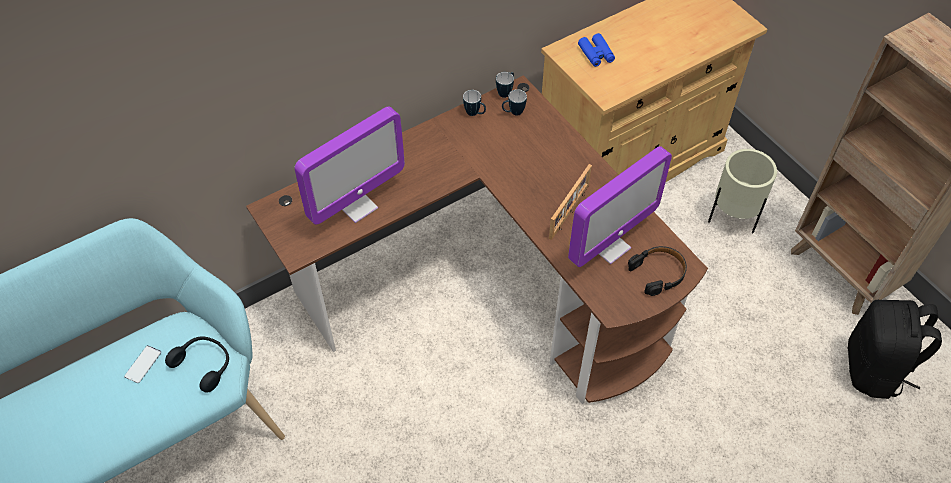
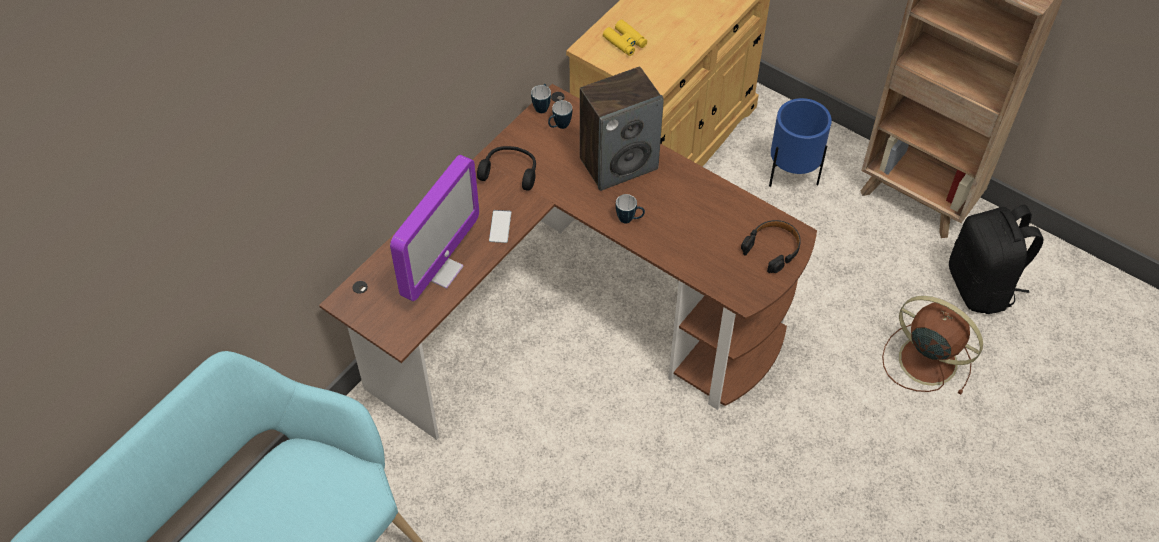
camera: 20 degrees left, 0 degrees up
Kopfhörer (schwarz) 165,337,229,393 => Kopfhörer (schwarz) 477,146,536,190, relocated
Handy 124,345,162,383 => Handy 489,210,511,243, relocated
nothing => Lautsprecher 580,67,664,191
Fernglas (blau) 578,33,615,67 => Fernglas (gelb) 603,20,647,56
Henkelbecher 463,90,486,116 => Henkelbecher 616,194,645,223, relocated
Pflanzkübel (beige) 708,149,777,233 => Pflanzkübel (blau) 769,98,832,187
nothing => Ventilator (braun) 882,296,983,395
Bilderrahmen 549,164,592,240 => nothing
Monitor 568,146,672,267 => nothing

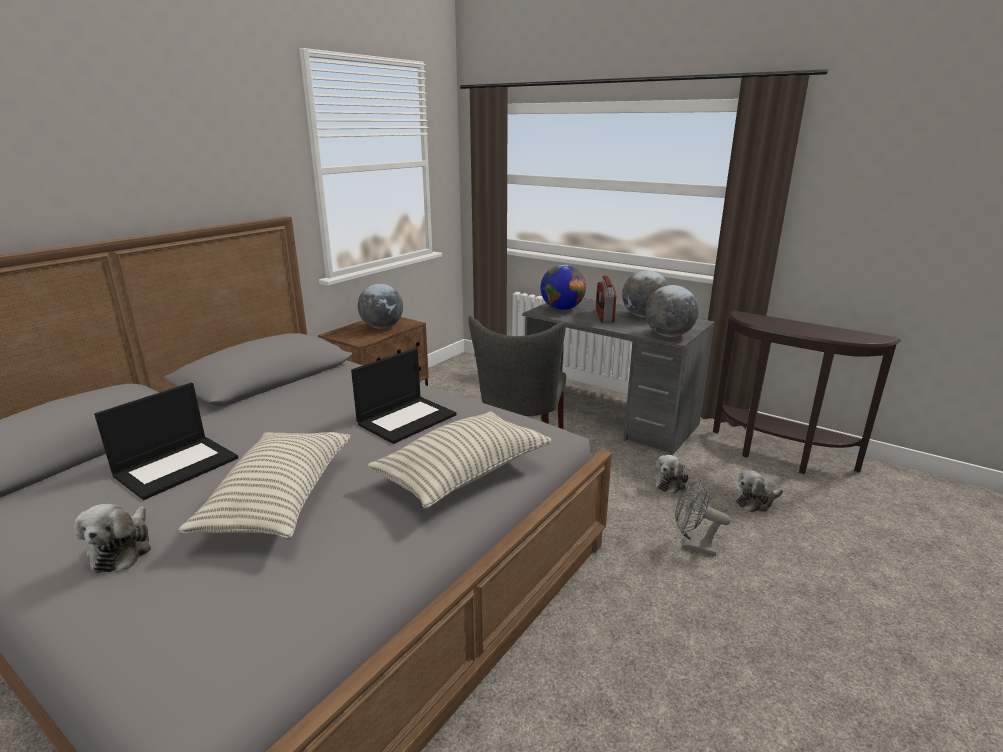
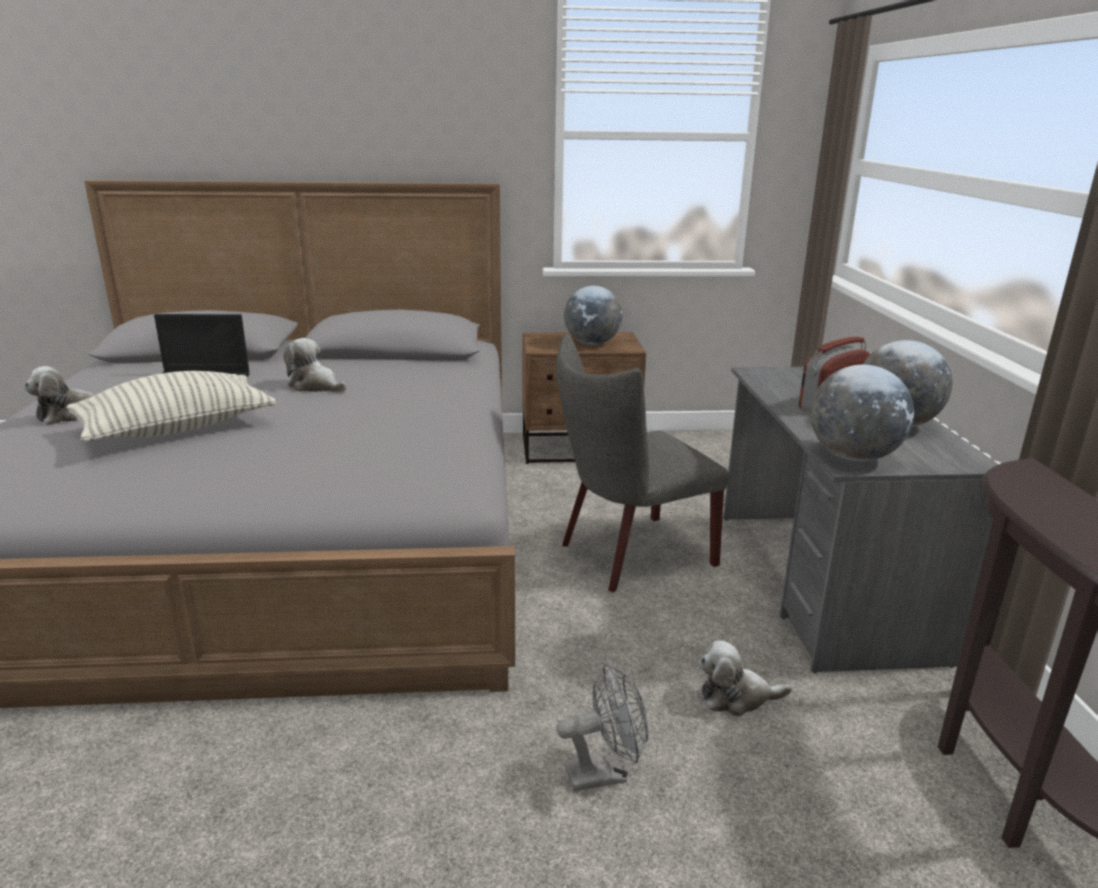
camera: 50 degrees right, 0 degrees up
Plüschtier 736,470,783,512 => Plüschtier 283,338,347,392, relocated
Ventilator (grau) 675,480,731,556 => Ventilator (grau) 557,663,648,791, 90 degrees clockwise
Laptop 351,348,457,444 => nothing
Kissen 368,411,551,509 => nothing
Globus 541,265,586,310 => nothing

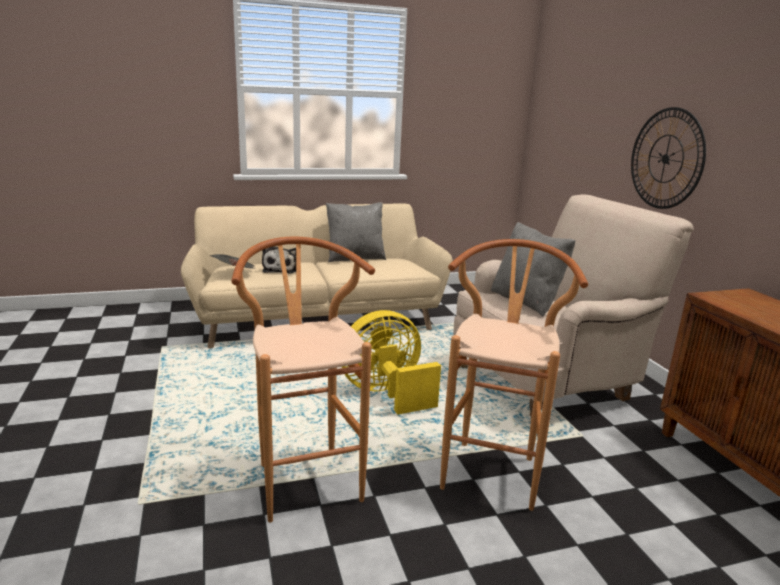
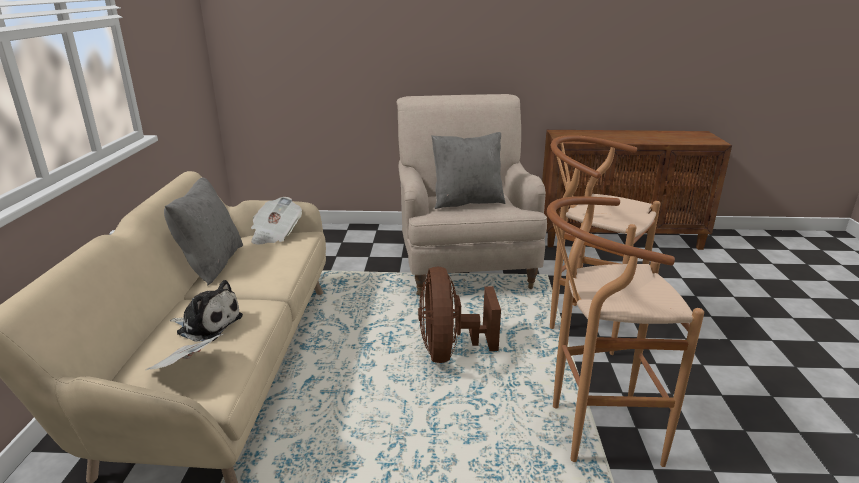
camera: 70 degrees left, 5 degrees up
nothing => Zeitung 251,197,302,245
Ventilator (gelb) 342,310,441,415 => Ventilator (braun) 418,266,501,363
Wanduhr 631,107,706,209 => nothing

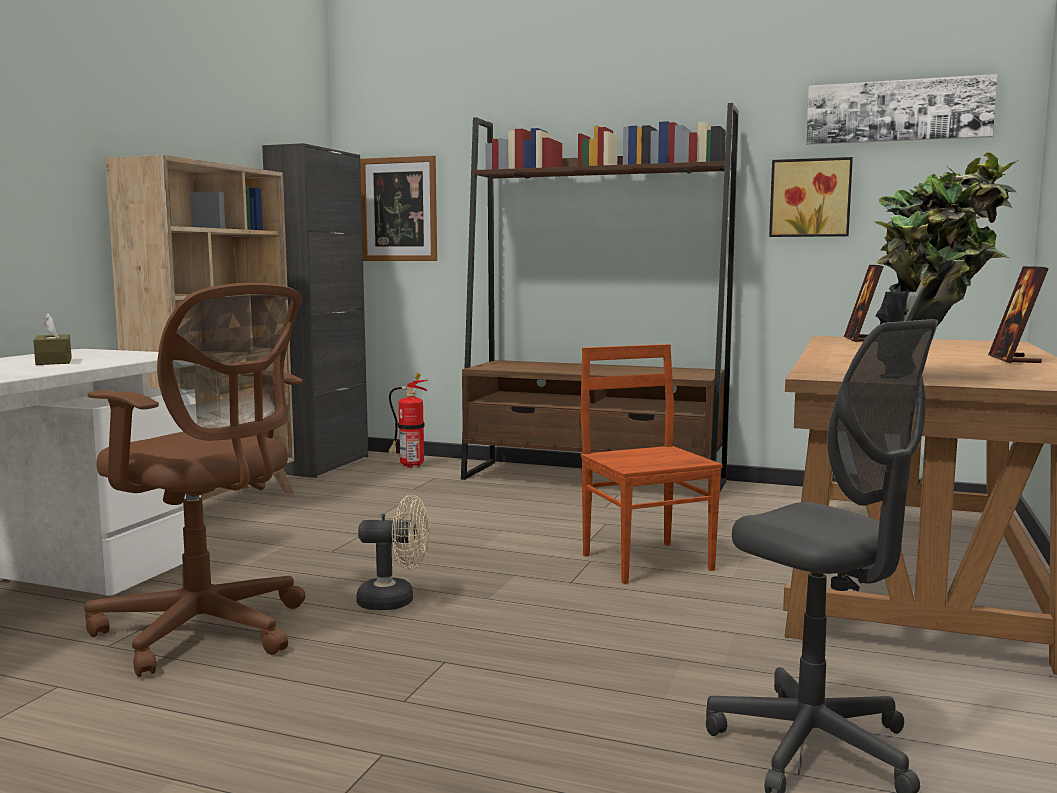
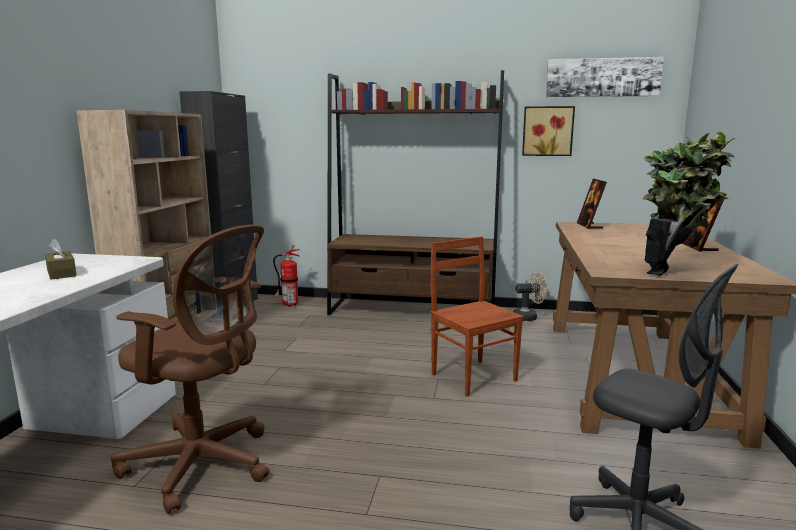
camera: 10 degrees left, 5 degrees up
Ventilator (beige) 357,495,430,610 => Ventilator (beige) 513,272,547,321, relocated
Bild 360,156,437,261 => nothing

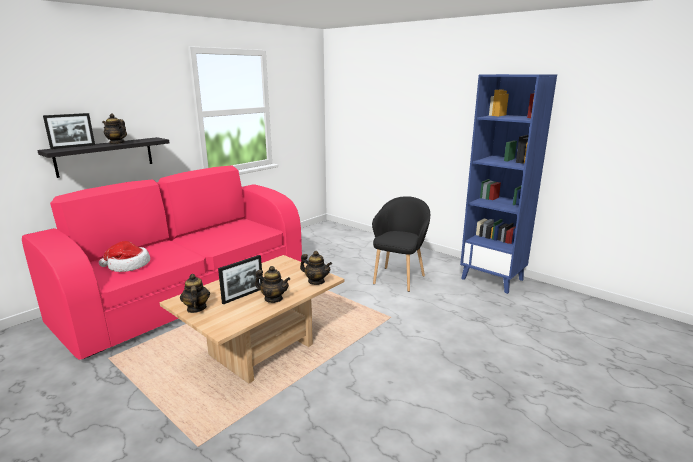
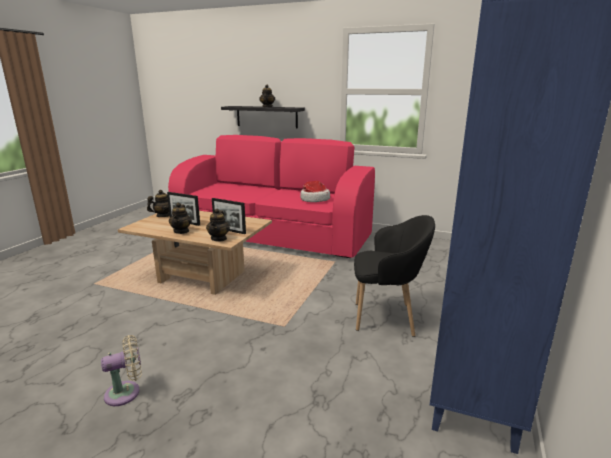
camera: 70 degrees right, 0 degrees up
nothing => Ventilator (beige) 101,335,142,406
Bilderrahmen 43,113,95,149 => Bilderrahmen 212,198,246,234, relocated
Hut 99,241,150,272 => Hut 300,181,330,202, relocated

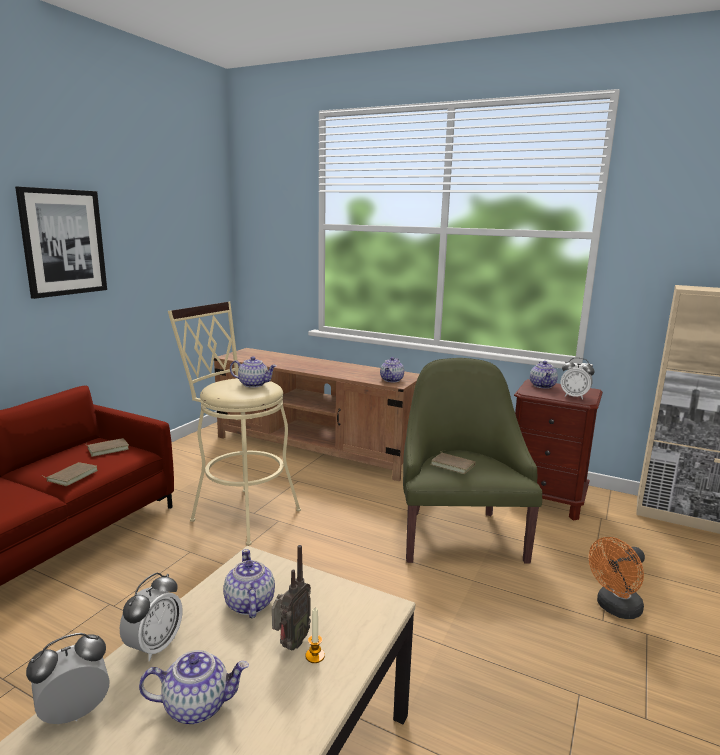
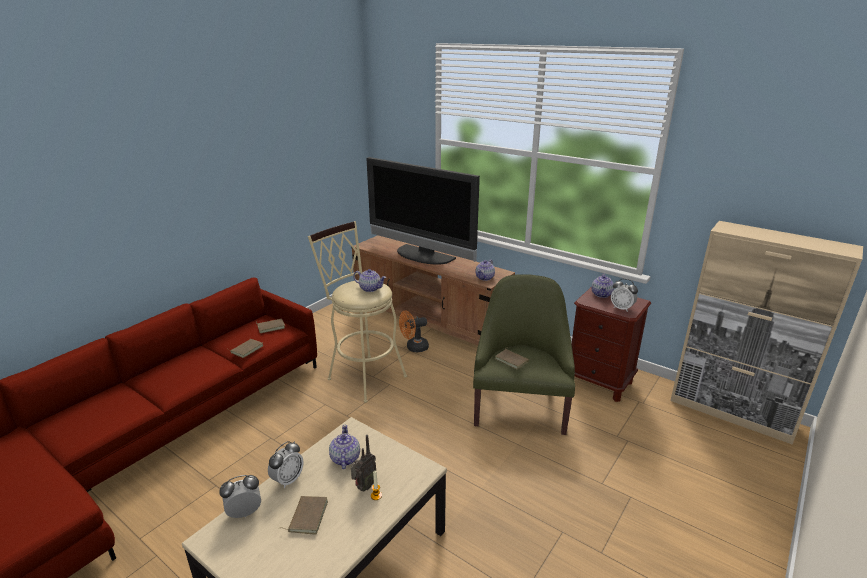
camera: 10 degrees right, 10 degrees up
Teekanne 139,650,249,724 => Buch (braun) 280,496,328,535
nothing => Fernseher 366,157,480,265
Ventilator (orange) 589,537,645,619 => Ventilator (orange) 399,311,429,353, relocated
Bild 15,187,107,299 => nothing

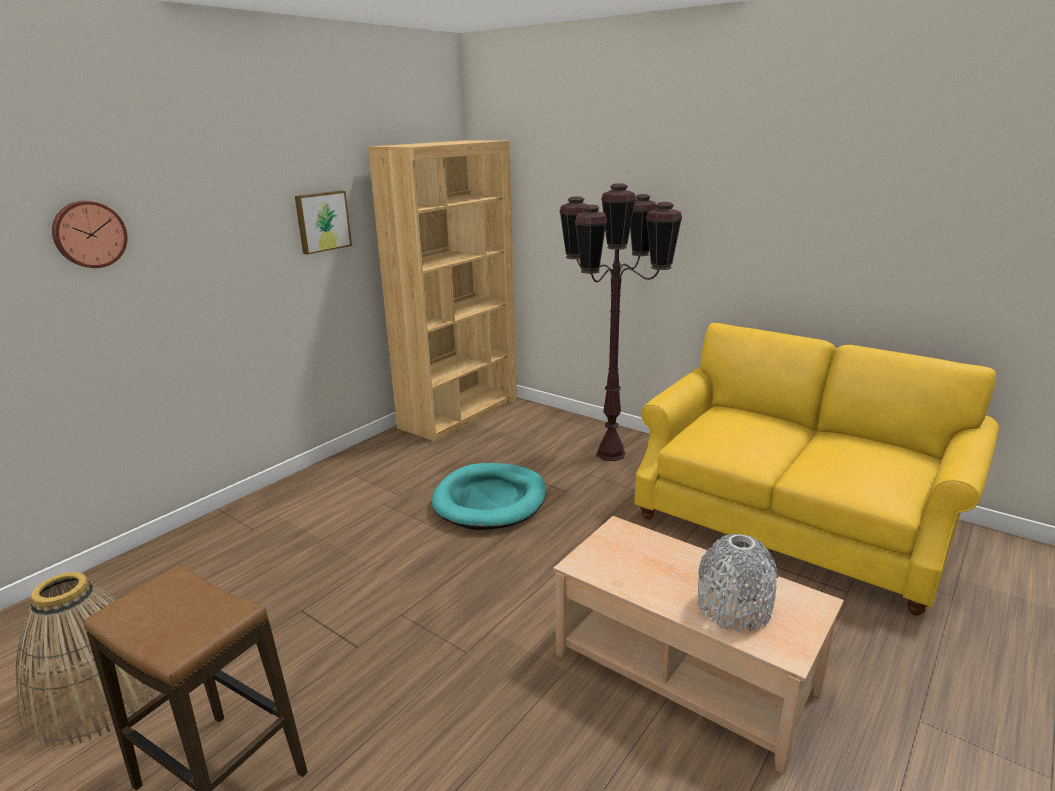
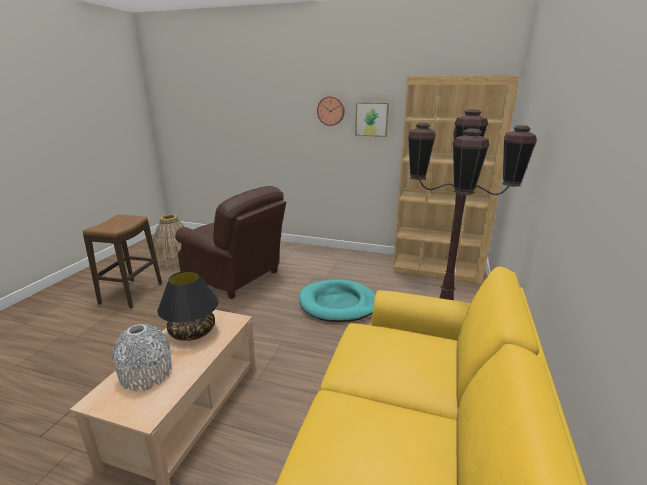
camera: 70 degrees right, 0 degrees up
nothing => Tischlampe (schwarz) 157,271,219,341
nothing => Sessel (braun) 175,186,286,299
Wanduhr 52,201,127,268 => Wanduhr 317,96,345,126, relocated

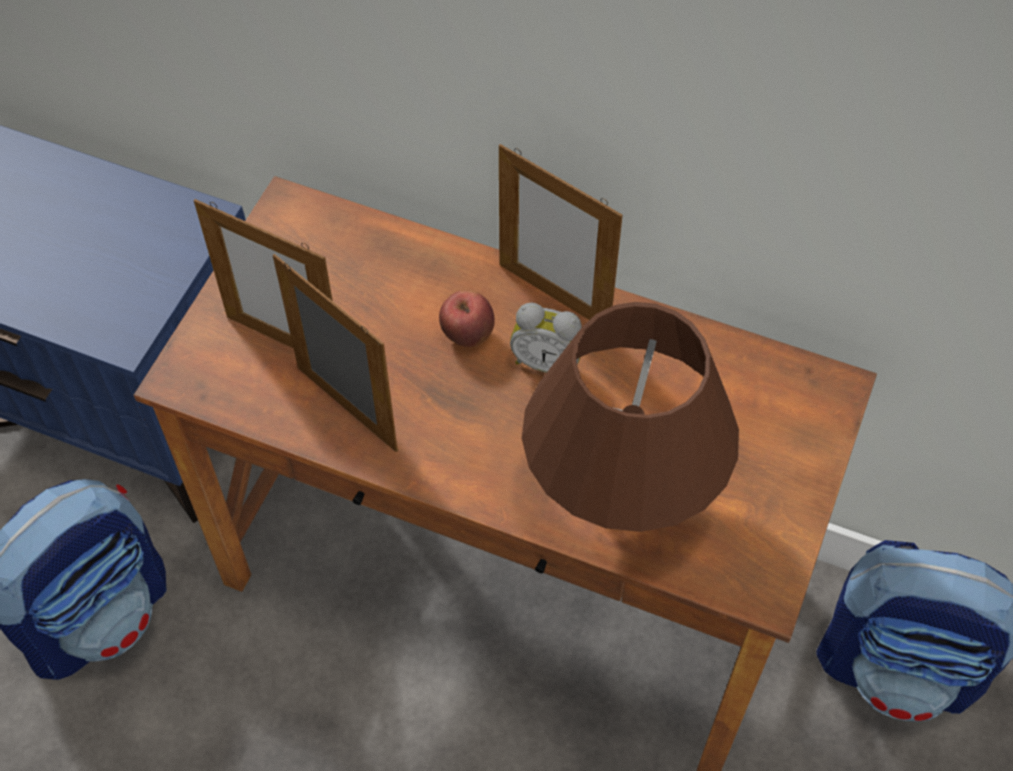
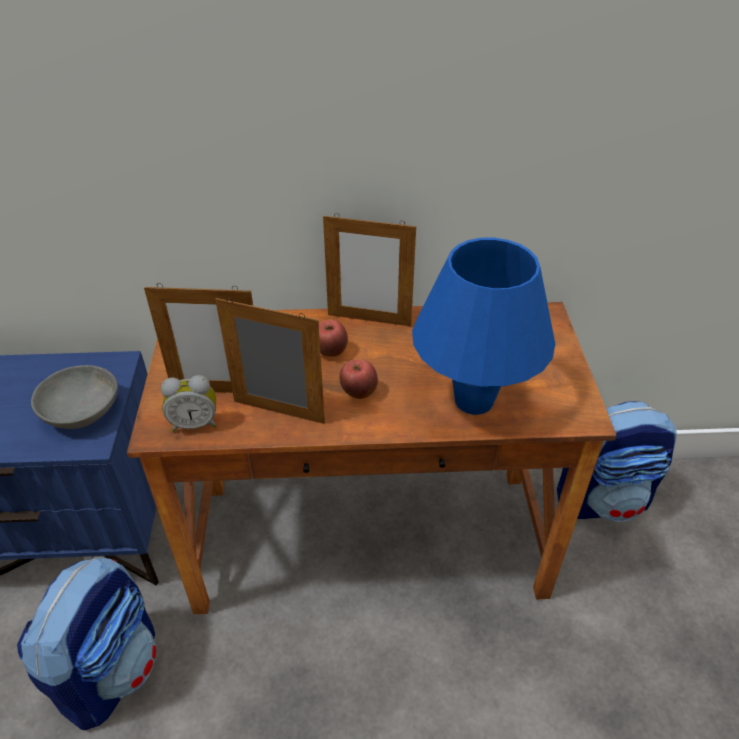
camera: 25 degrees left, 15 degrees down
nothing => Schüssel (grau) 31,365,118,429
Wecker 510,302,582,373 => Wecker 161,375,217,432, relocated
nothing => Apfel 339,359,378,399
Tischlampe (braun) 522,302,739,532 => Tischlampe (blau) 412,238,555,415

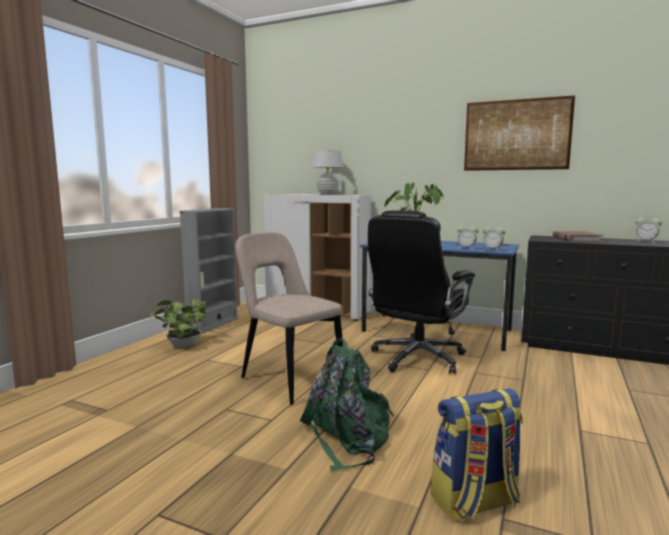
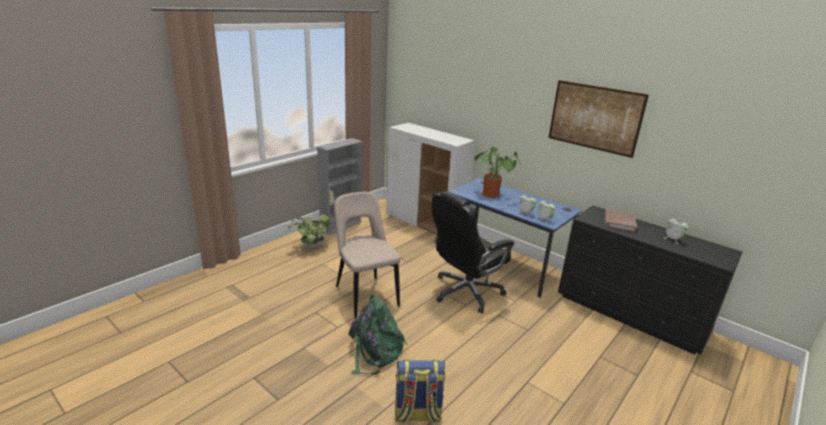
camera: 15 degrees right, 15 degrees up
Tischlampe (weiß) 312,150,344,194 => nothing

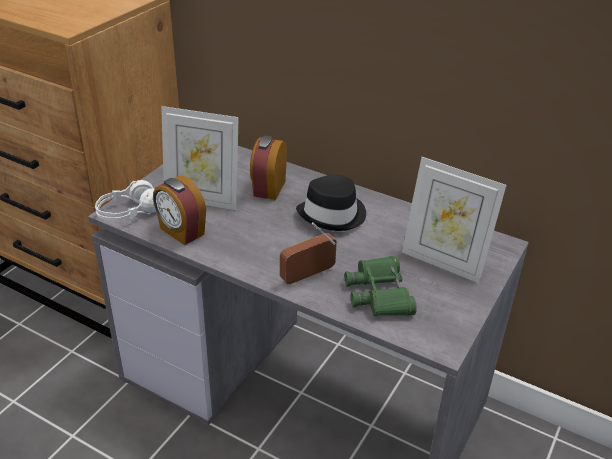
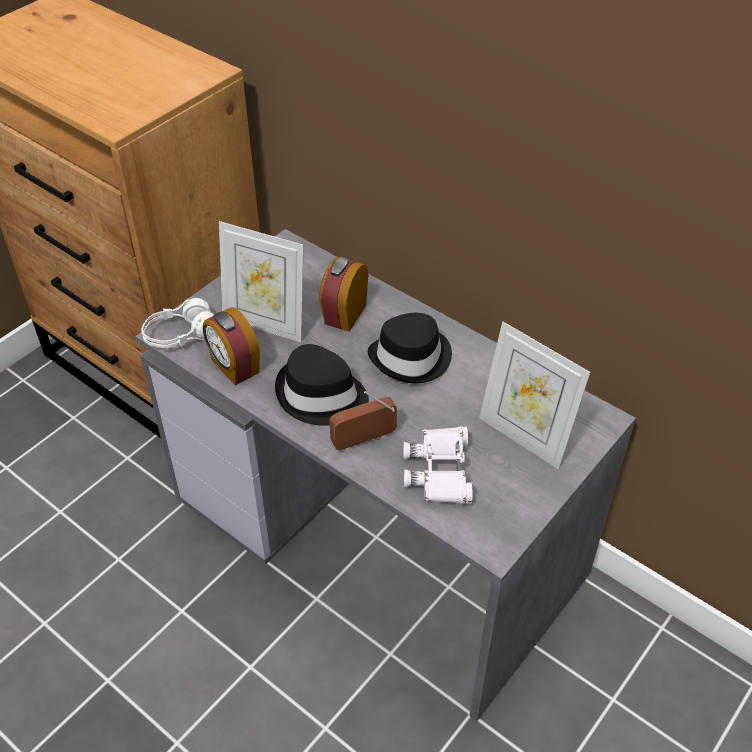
camera: 10 degrees right, 10 degrees up
nothing => Hut (schwarz) 275,344,369,426
Fernglas (grün) 345,256,417,316 => Fernglas (weiß) 404,426,473,504

